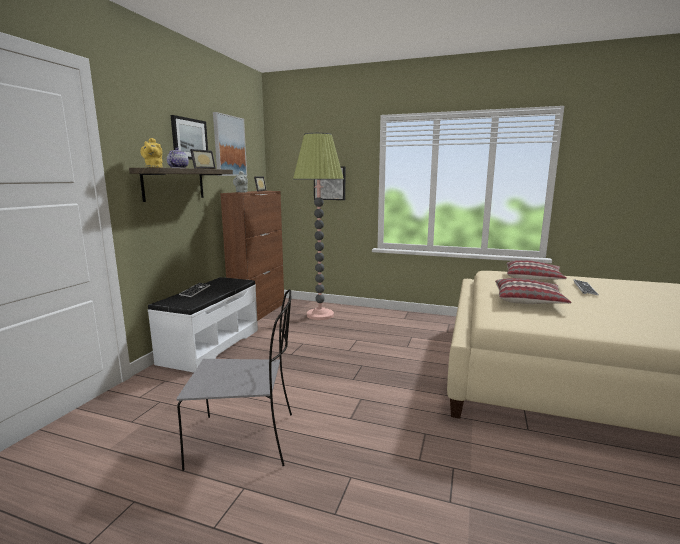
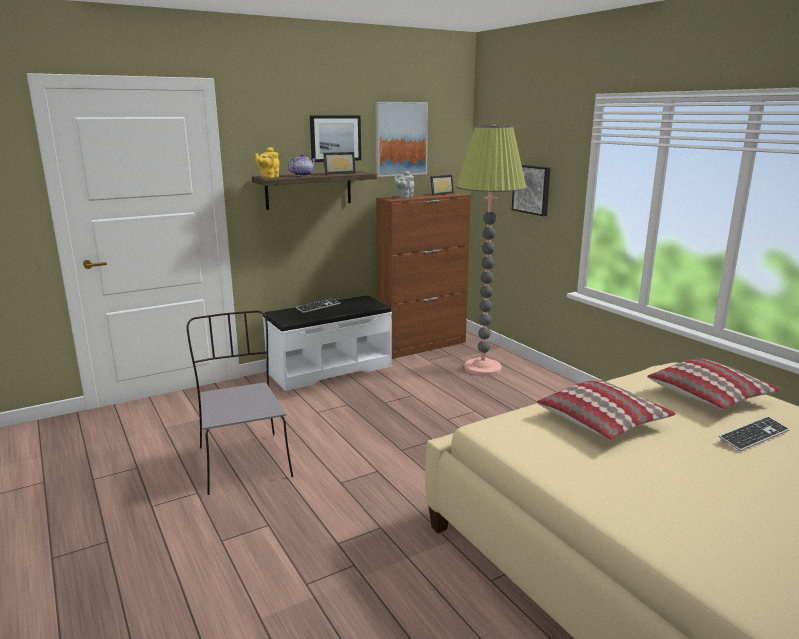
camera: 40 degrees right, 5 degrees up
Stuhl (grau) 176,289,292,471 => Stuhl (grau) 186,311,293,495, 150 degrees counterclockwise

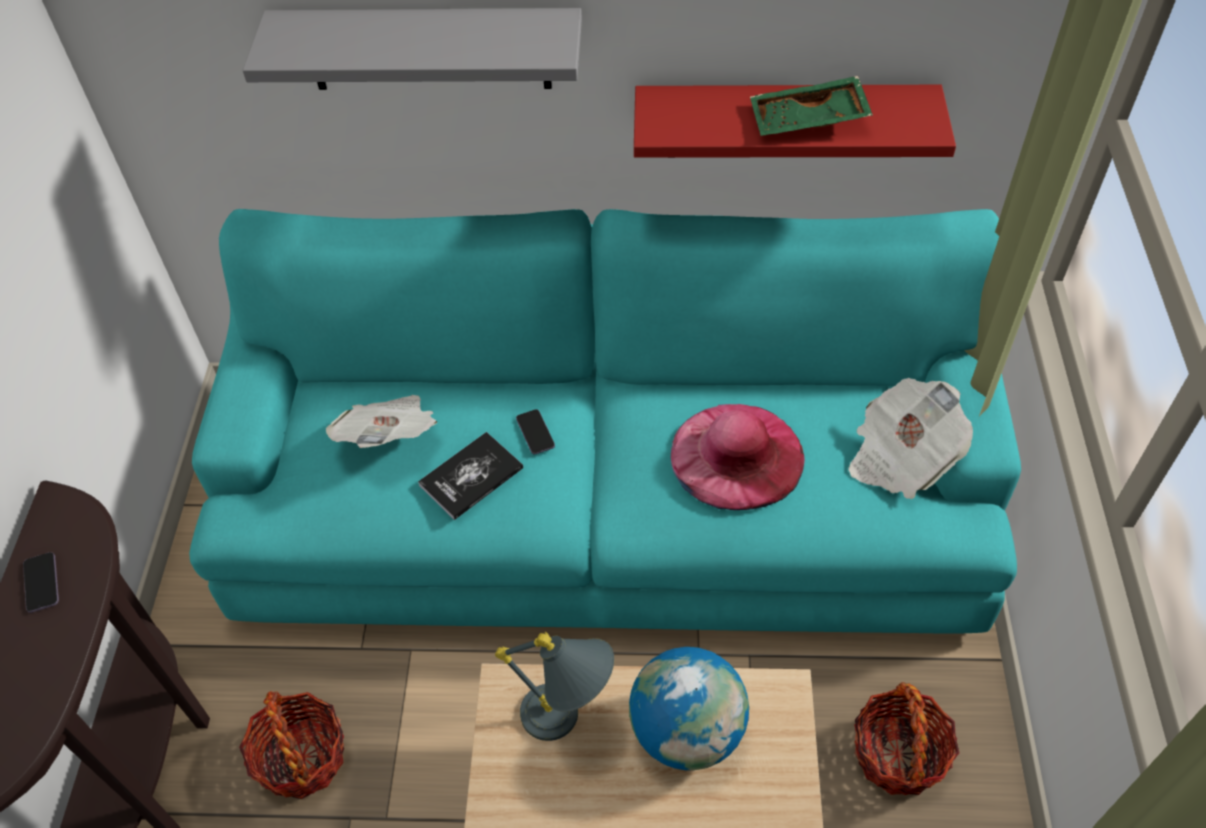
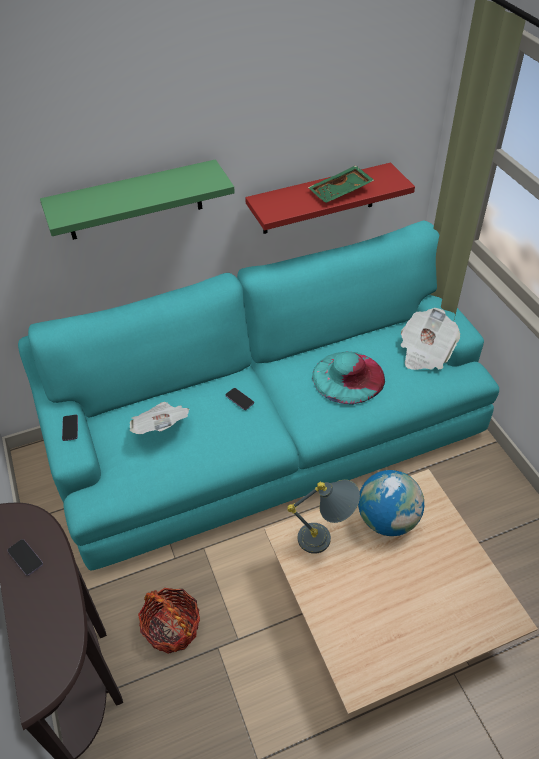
camera: 25 degrees left, 5 degrees down
Wandregal (grau) 243,8,582,90 => Wandregal (grün) 40,159,235,240
nothing => Handy 62,415,78,441
Hut (rosa) 671,404,805,510 => Hut (türkis) 312,352,385,404
Buch 418,432,523,520 => nothing
Korb 855,682,960,795 => nothing

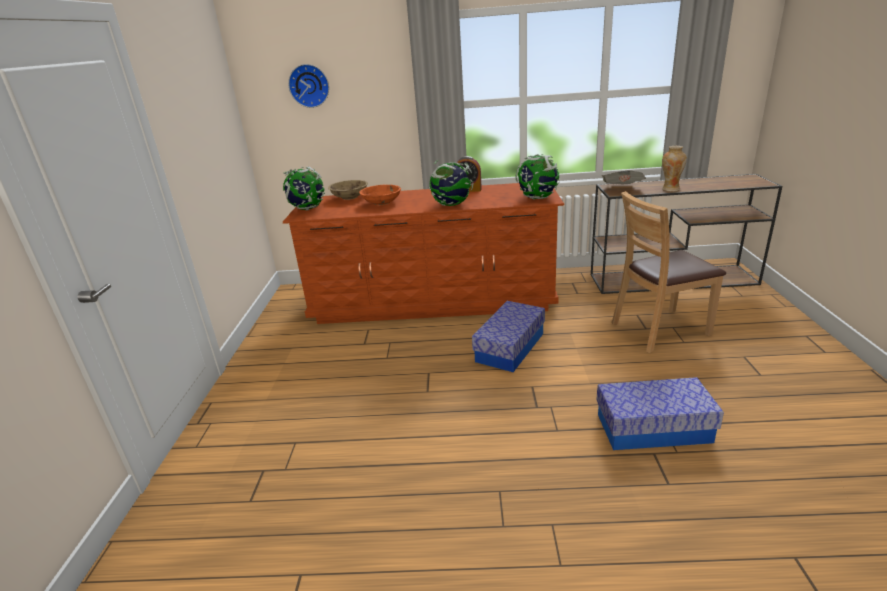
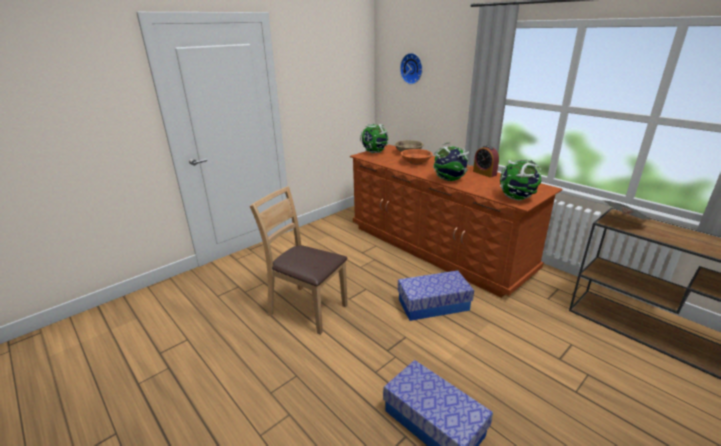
camera: 45 degrees right, 0 degrees up
Stuhl (braun) 612,191,726,353 => Stuhl (braun) 250,186,348,335, relocated
Vase 662,146,687,192 => nothing

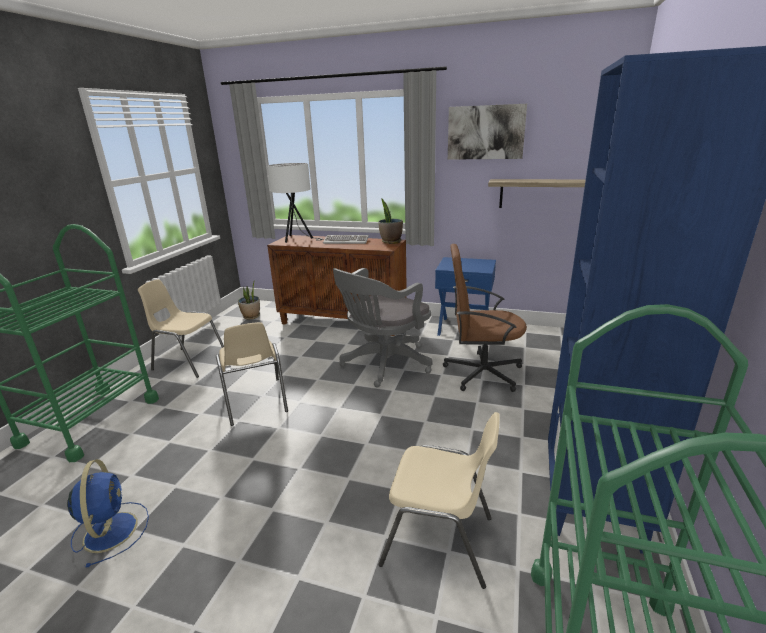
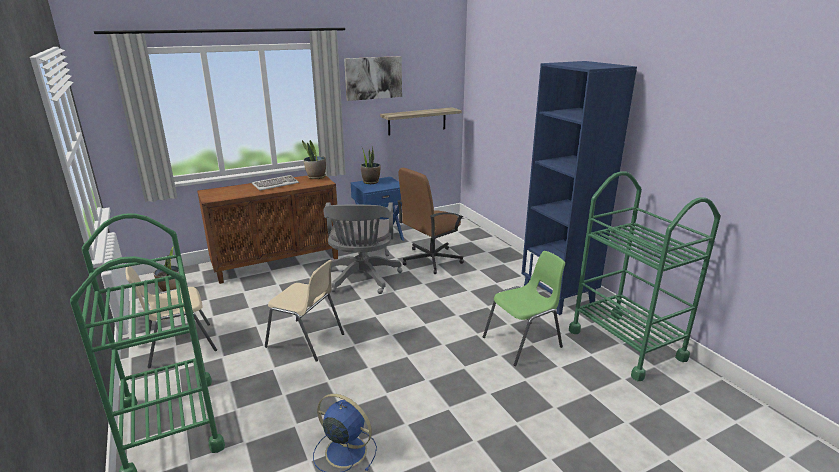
camera: 45 degrees left, 0 degrees up
nothing => Topfpflanze 361,146,381,184
Stuhl (beige) 378,412,500,589 => Stuhl (grün) 483,251,565,366
Tischlampe (weiß) 268,163,323,243 => nothing

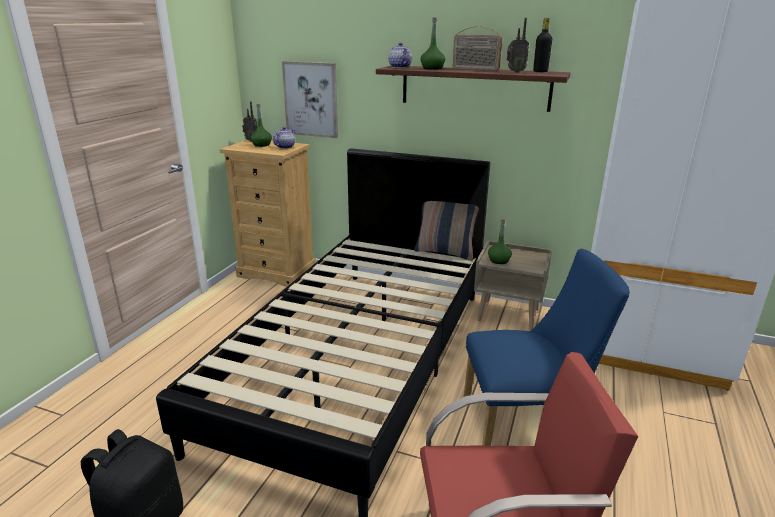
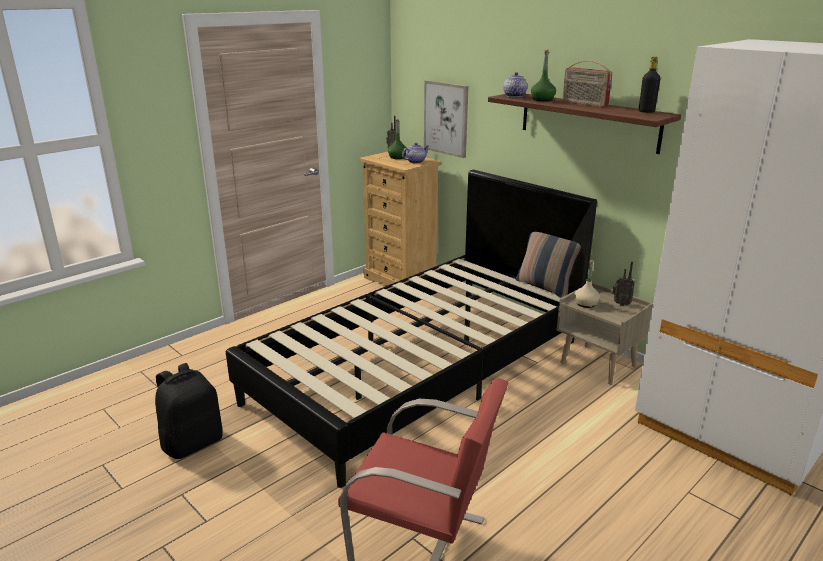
camera: 25 degrees right, 0 degrees up
Flasche (grün) 488,218,512,264 => Flasche (beige) 574,260,600,308
Radio 506,18,529,73 => Radio 612,261,634,306, relocated
Stuhl (blau) 464,248,630,446 => nothing

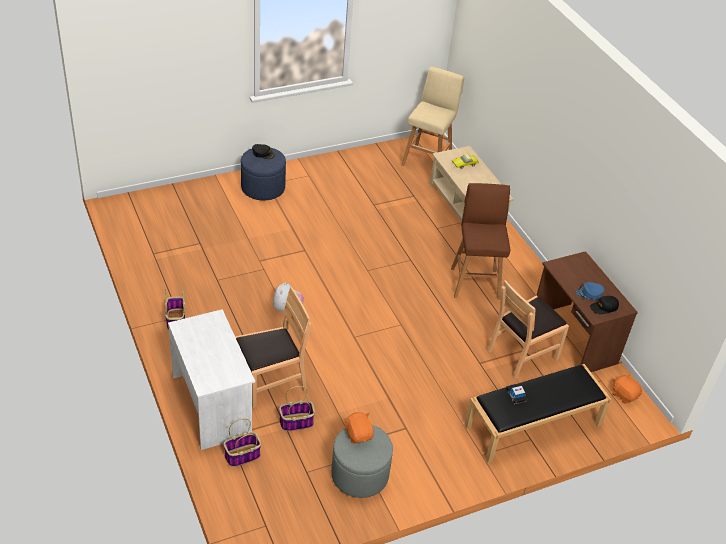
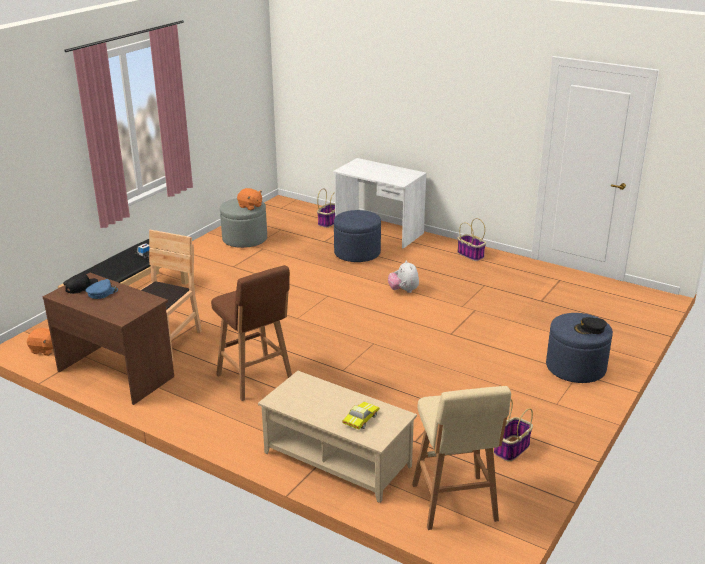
camera: 150 degrees right, 15 degrees down
Stuhl (braun) 235,287,311,408 => Polsterhocker (blau) 334,210,381,262
Korb 279,386,315,431 => Korb 494,399,533,462, relocated

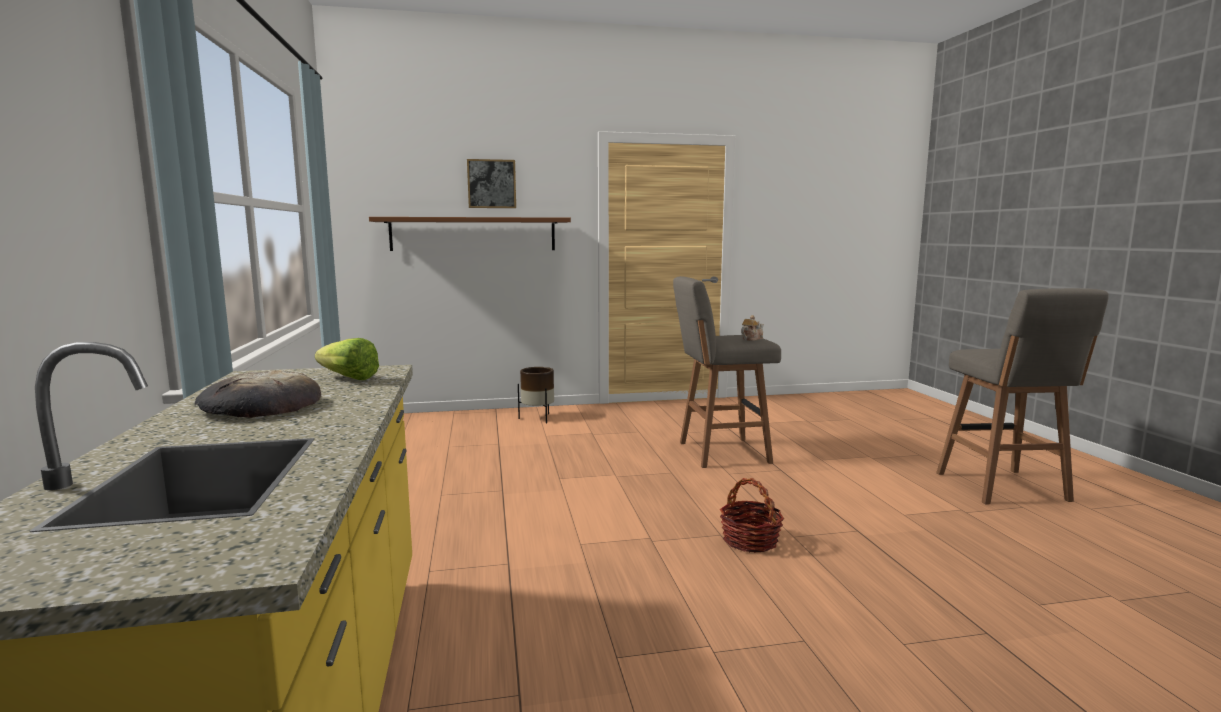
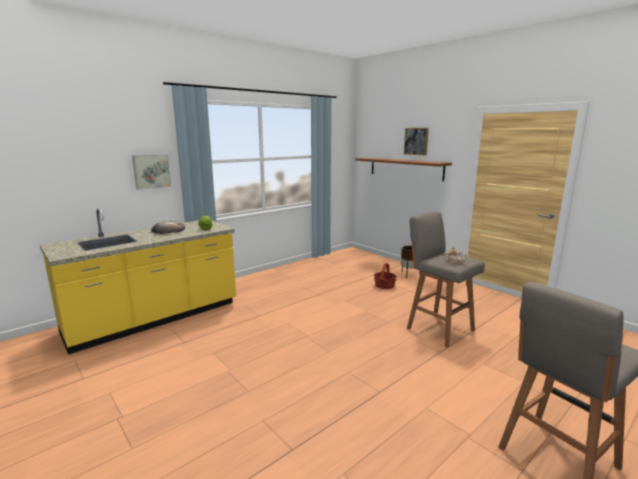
camera: 60 degrees right, 5 degrees up
nothing => Bild 132,154,171,190
Korb 720,478,784,553 => Korb 374,263,397,290, relocated

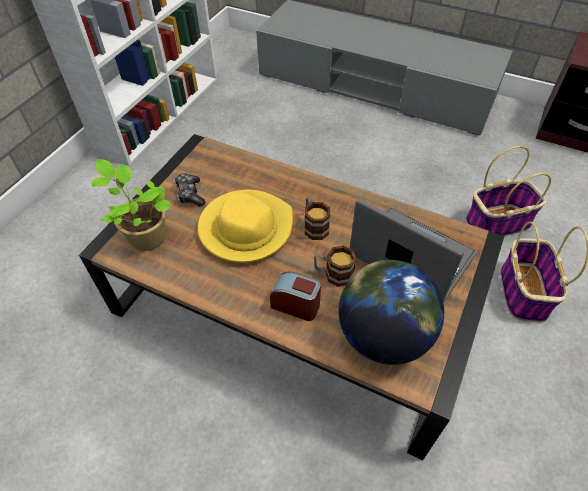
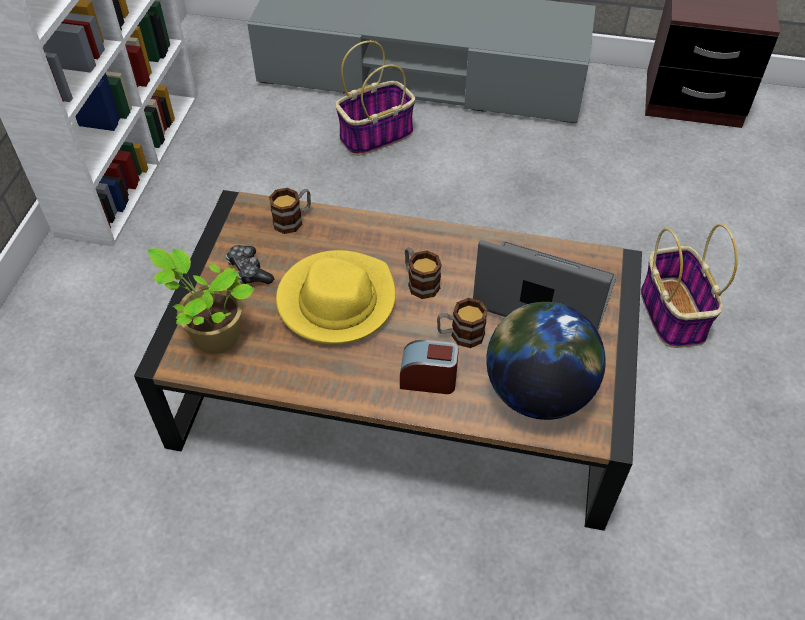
camera: 15 degrees left, 0 degrees up
nothing => Henkelbecher 269,188,311,234
Korb 466,146,551,236 => Korb 335,41,415,156, relocated

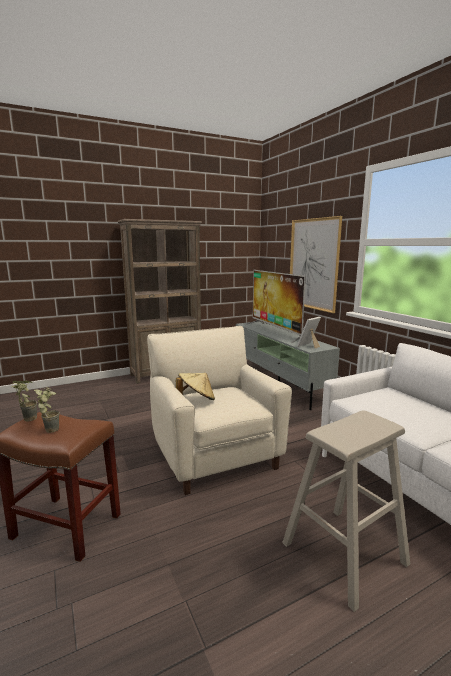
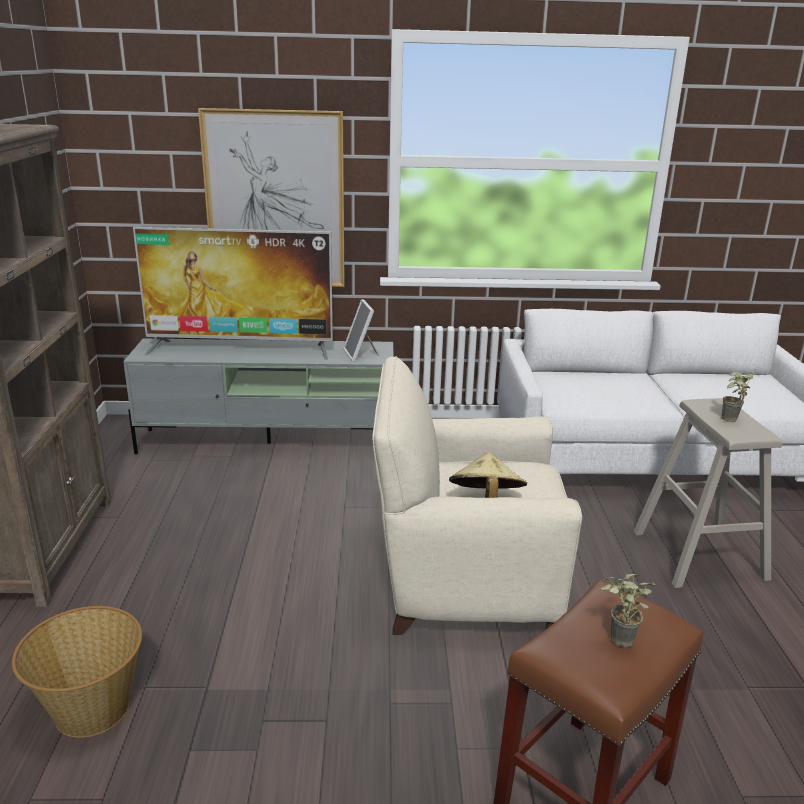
camera: 65 degrees left, 10 degrees up
nothing => Korb 12,606,142,738
Topfpflanze 11,381,37,422 => Topfpflanze 721,369,756,422, relocated

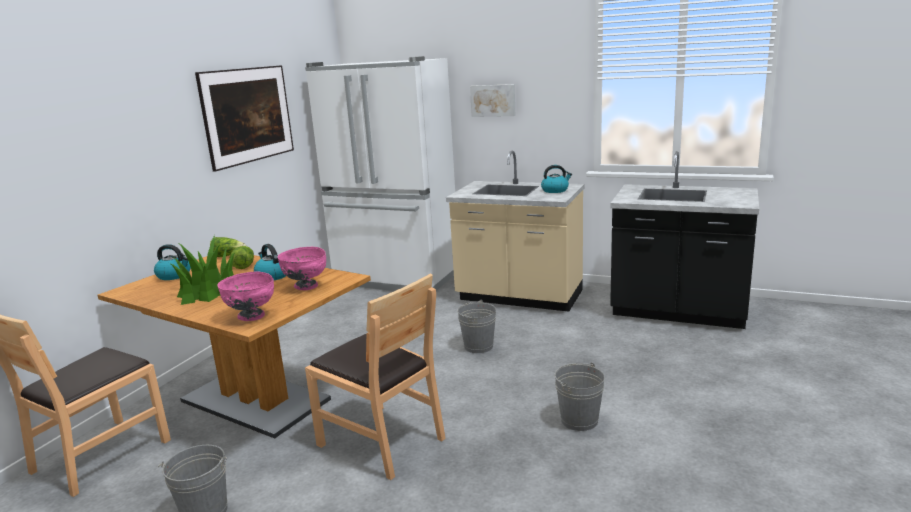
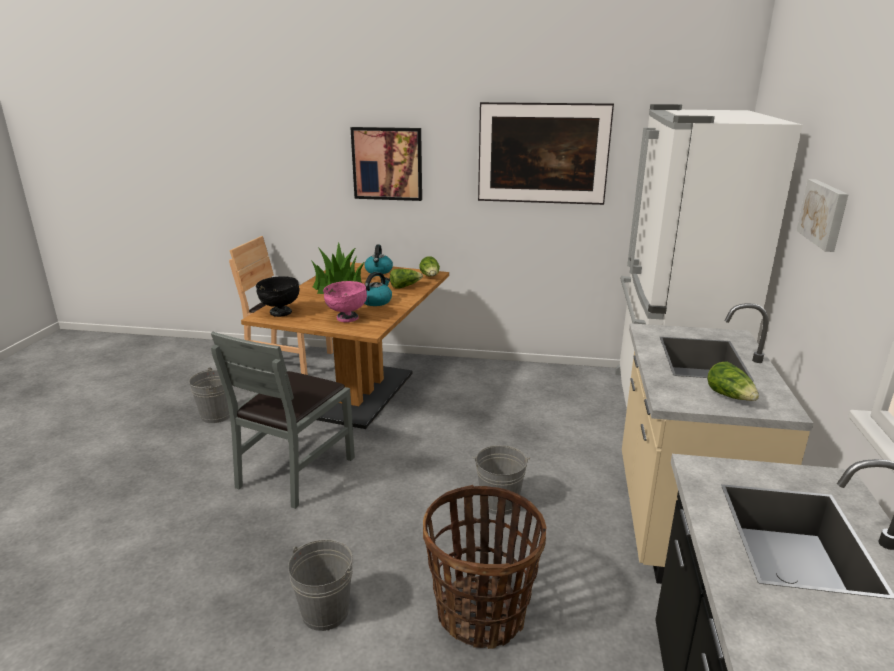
camera: 75 degrees right, 5 degrees up
Stuhl (braun) 305,274,446,480 => Stuhl (grau) 211,332,355,509
Schüssel (rosa) 217,271,274,321 => Schüssel (schwarz) 256,276,300,317
nothing => Bild 350,127,422,201
nothing => Korb 423,485,546,649
Wasserkessel 541,165,572,193 => Salatkopf 707,361,759,401

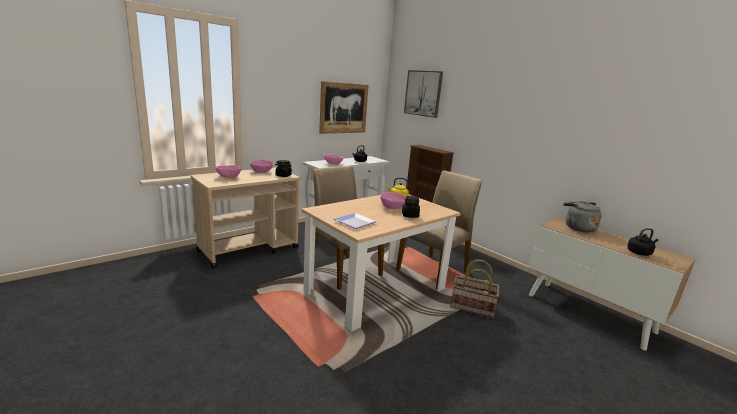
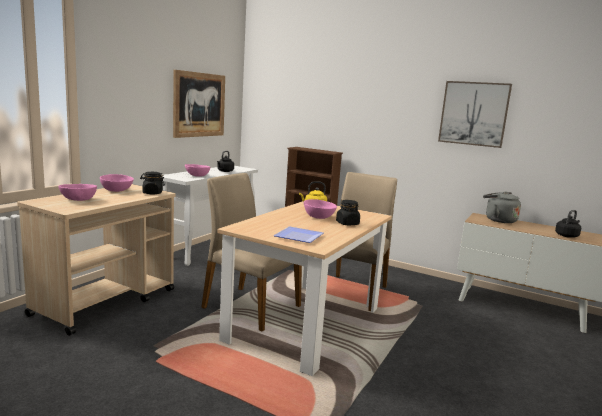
camera: 20 degrees left, 5 degrees down
Bild 404,70,443,118 => Bild 438,81,512,148, relocated
Korb 450,259,499,318 => nothing

